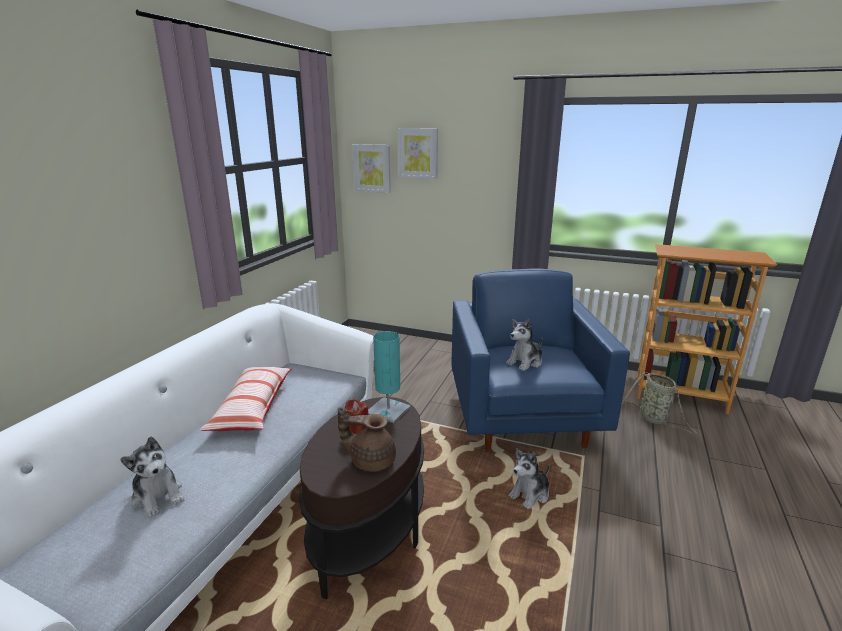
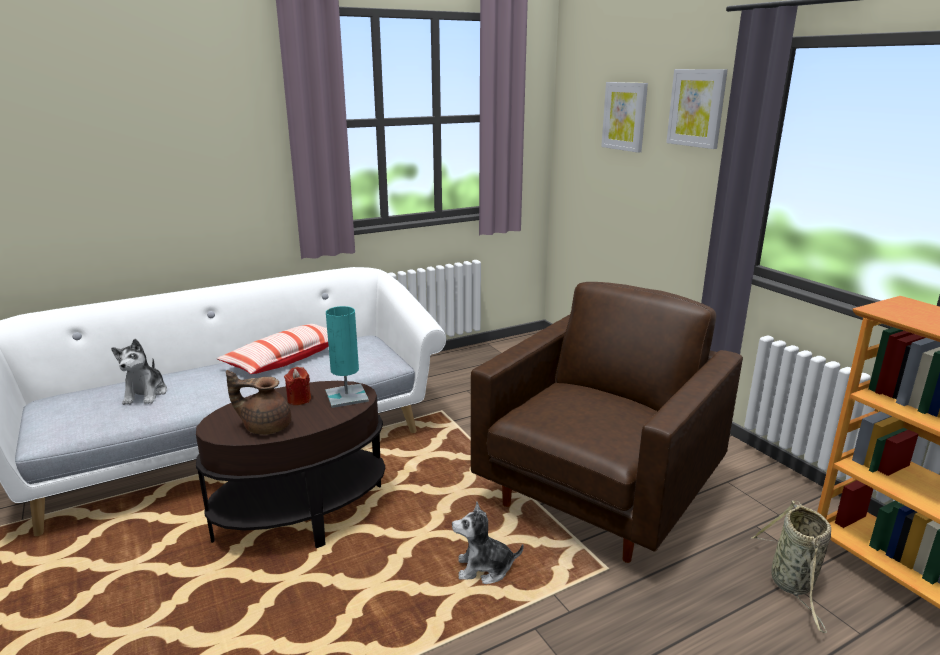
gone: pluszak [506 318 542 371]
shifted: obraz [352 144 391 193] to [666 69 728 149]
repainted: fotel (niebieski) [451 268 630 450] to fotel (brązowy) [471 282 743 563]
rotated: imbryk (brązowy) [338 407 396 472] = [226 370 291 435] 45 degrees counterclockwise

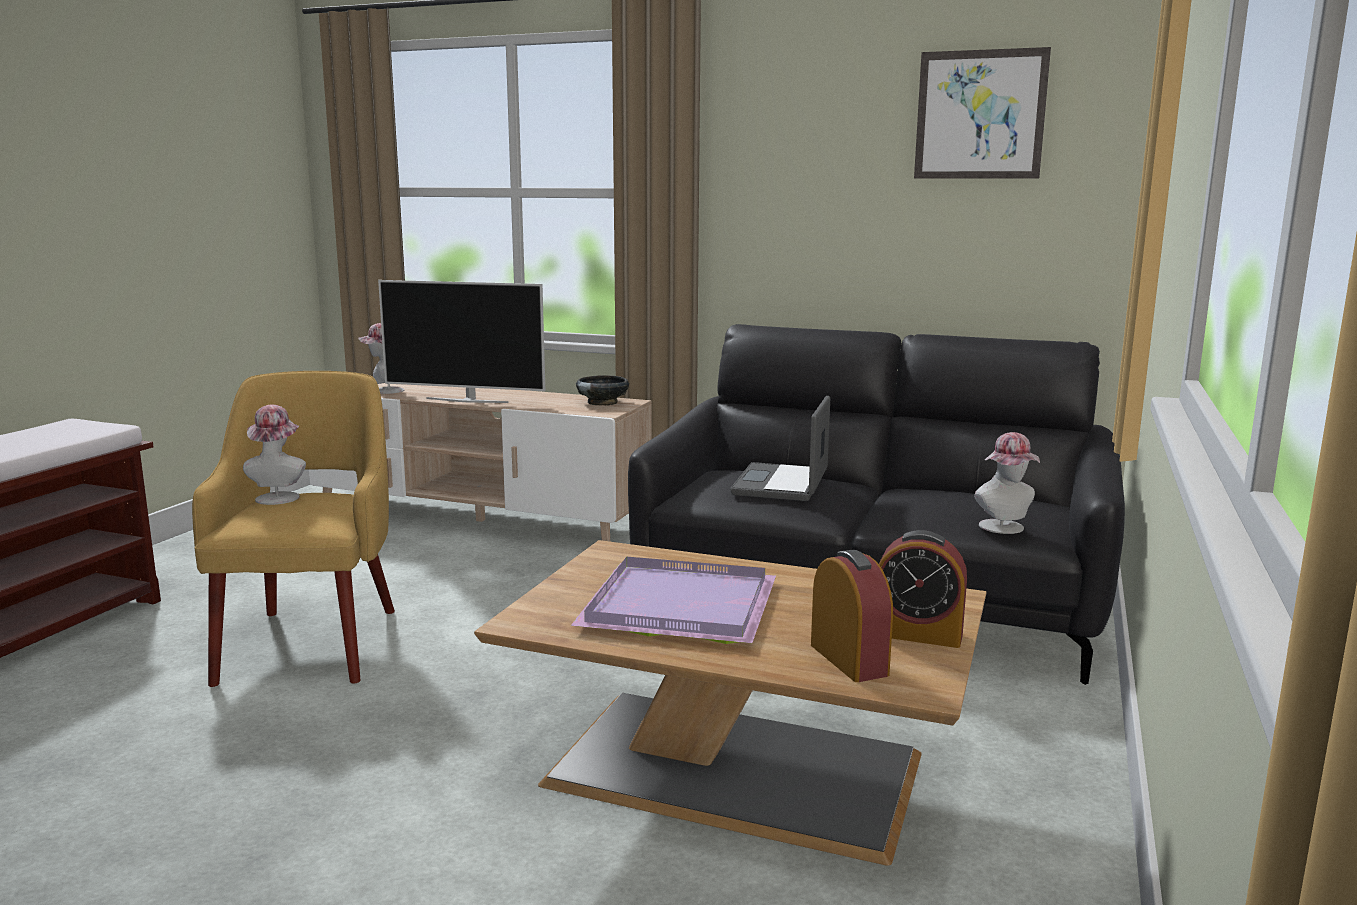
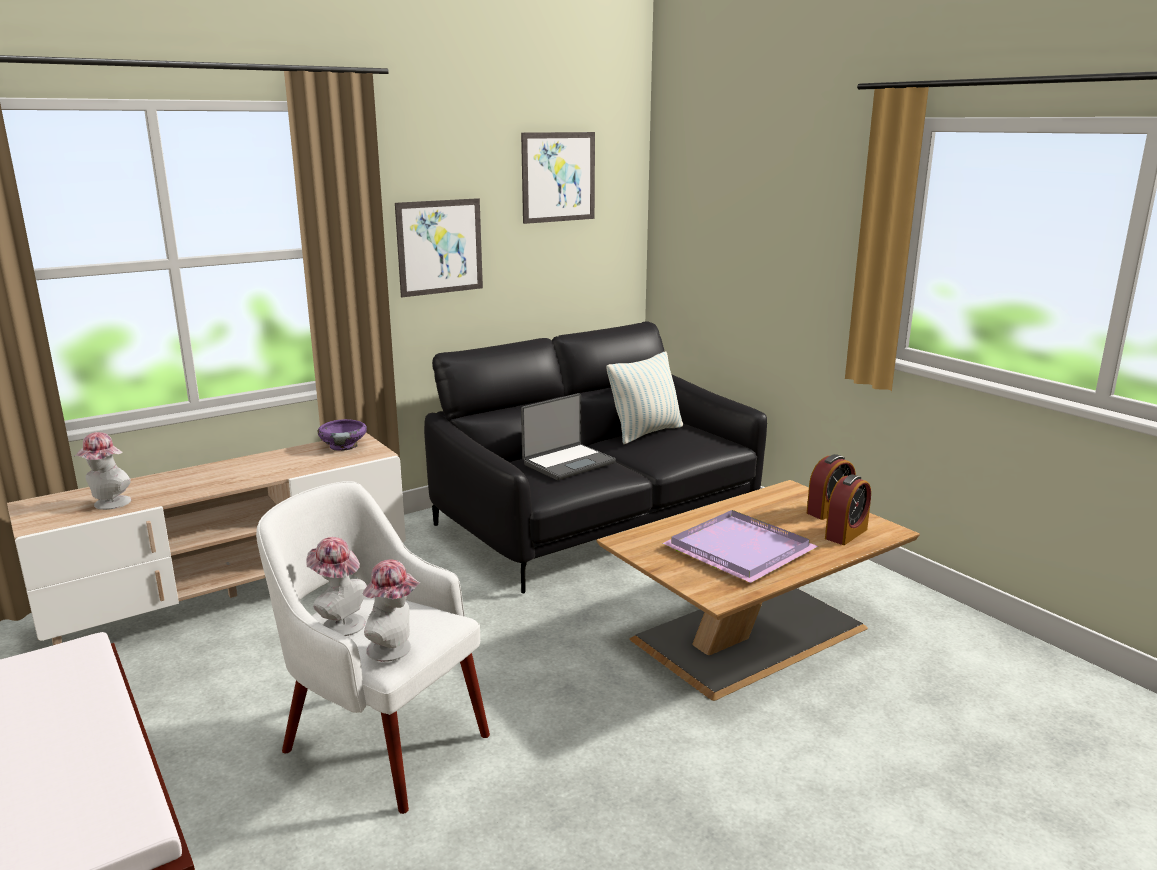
gone: telewizor [378 280 545 403]
new: obraz [395 198 483 297]; poduszka [607 352 683 444]
shifted: kapelusz [974 432 1040 534] to [363 559 421 662]
repainted: fotel (żółty) [192 371 395 687] to fotel (biały) [256 481 490 814]; miska (czarny) [576 376 629 405] to miska (fioletowy) [317 419 367 451]
rotated: laptop [730 396 830 501] = [521 393 616 480] 90 degrees counterclockwise; budzik [811 550 893 682] = [825 474 871 545] 120 degrees clockwise

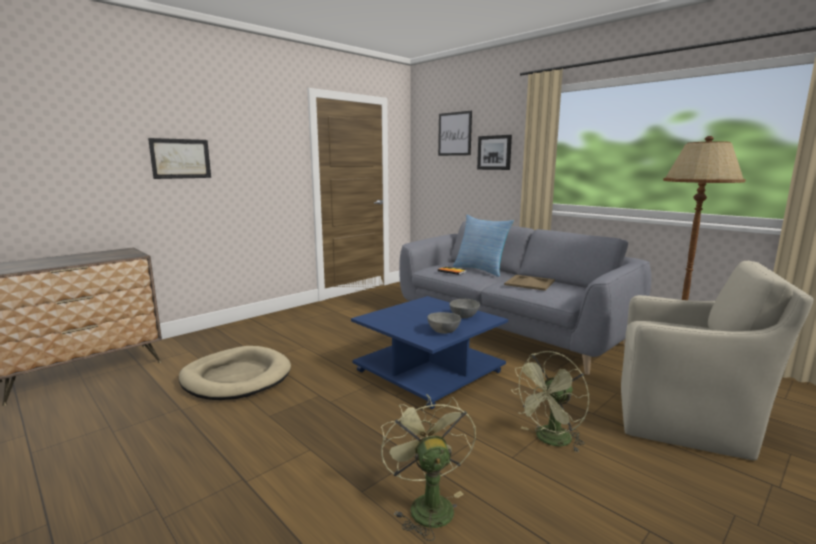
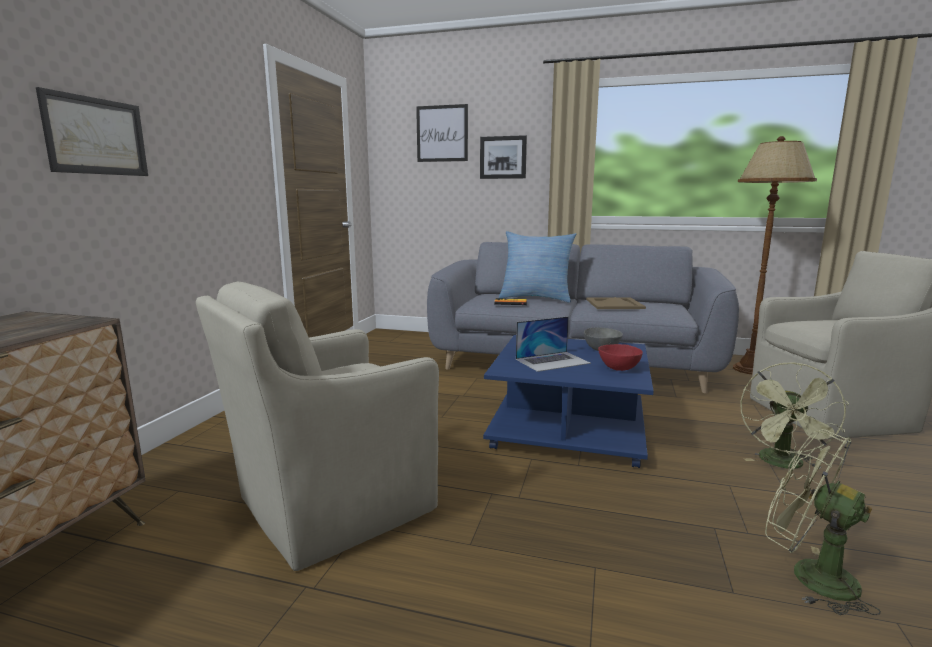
new: laptop [516 316 591 372]
swapped: legowisko (beżowy) [179 346 291 400] to fotel (beżowy) [196 282 439 571]
repainted: miska (szary) [427 312 461 334] to miska (czerwony) [598 344 643 371]

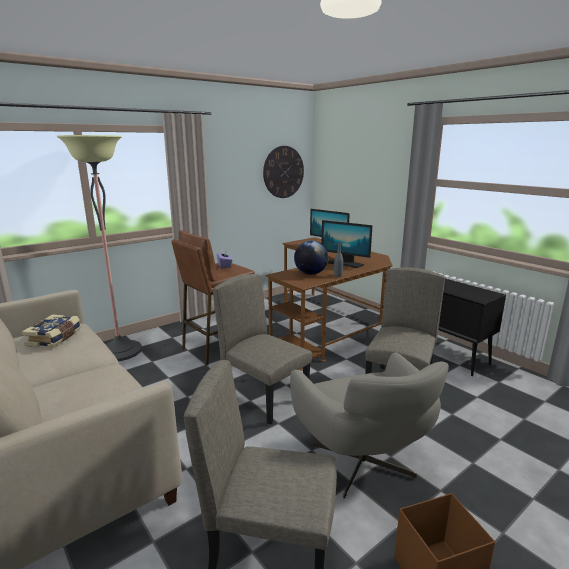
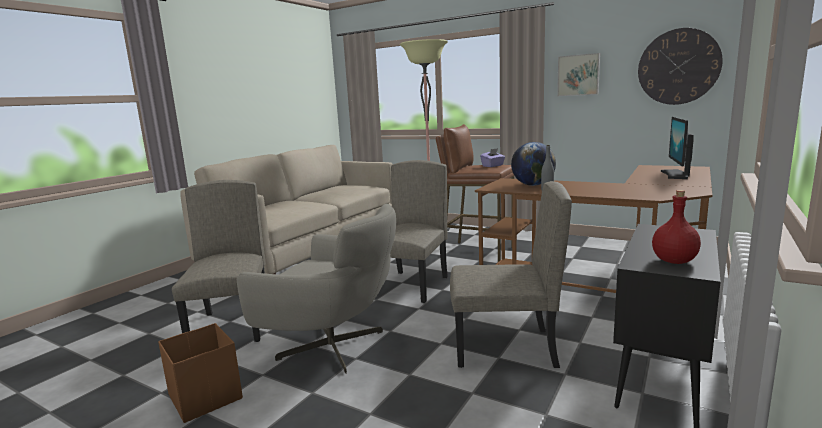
gone: książka [22 314 81 348]; monitor [321 220 373 268]
new: obraz [557 53 600 96]; butelka (czerwony) [652 190 701 264]
rotated: fotel (szary) [290 352 449 499] = [237 204 396 374] 120 degrees counterclockwise

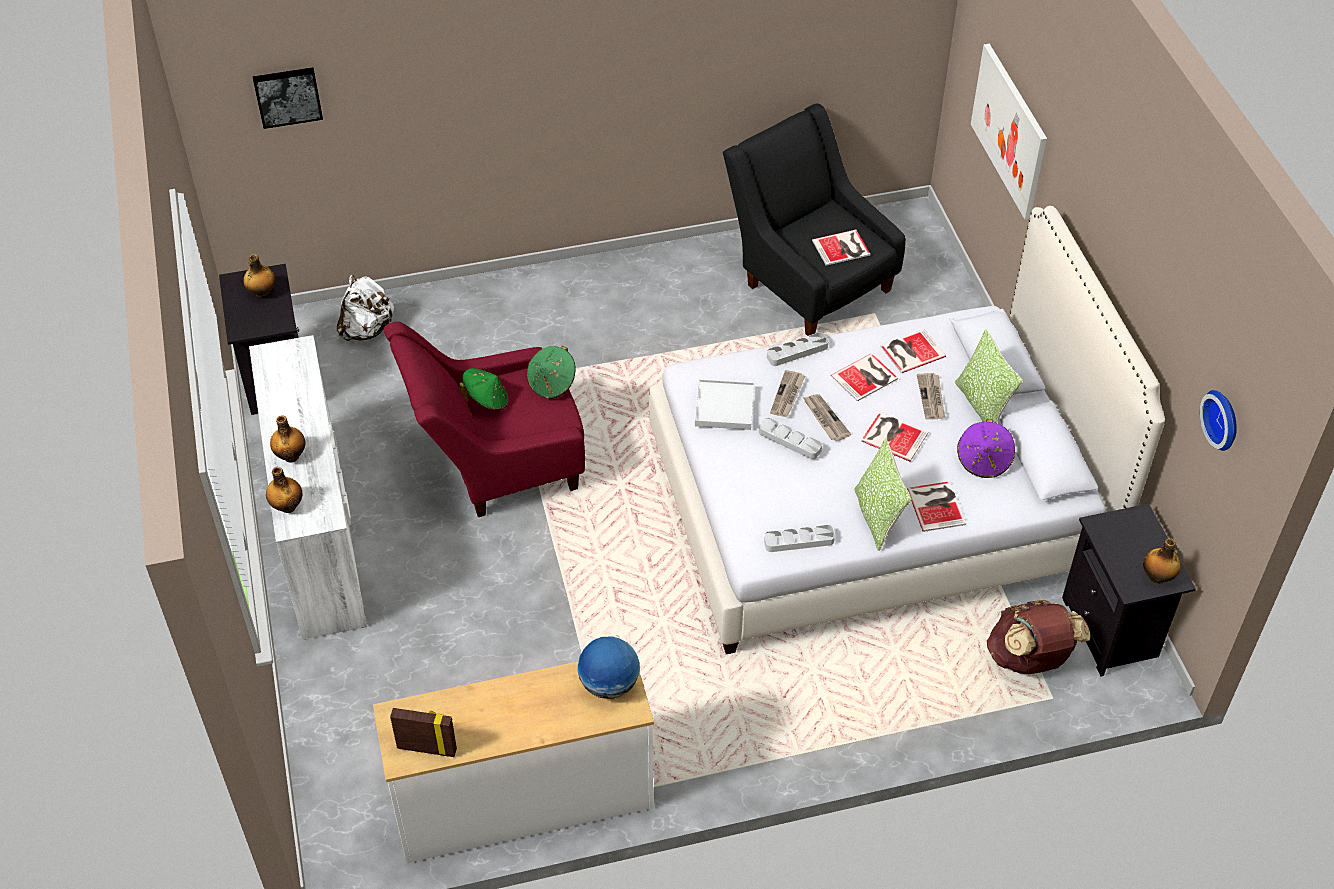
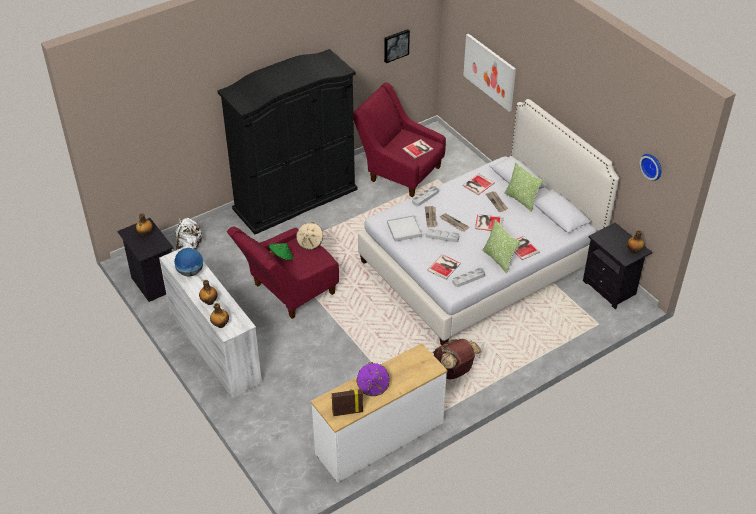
new: szafa (czarny) [217 49 358 235]
shifted: obraz [253 68 323 129] to [384 29 410 63]; globus [577 636 640 699] to [174 248 203 276]; książka [831 353 898 402] to [427 254 461 280]; kapelusz (fioletowy) [957 419 1015 478] to [357 362 390 396]; plecak (brązowy) [987 600 1091 674] to [433 339 481 380]
repainted: kapelusz (zielony) [527 346 576 399] to kapelusz (beżowy) [296 222 323 250]; fotel (czarny) [723 103 906 336] to fotel (czerwony) [353 82 446 197]

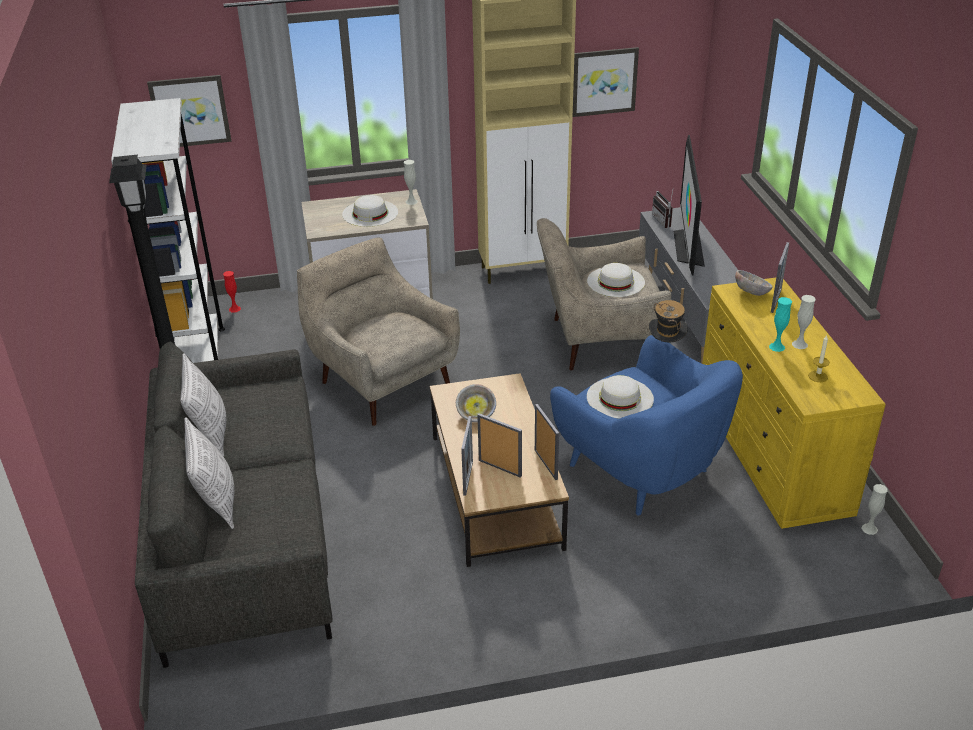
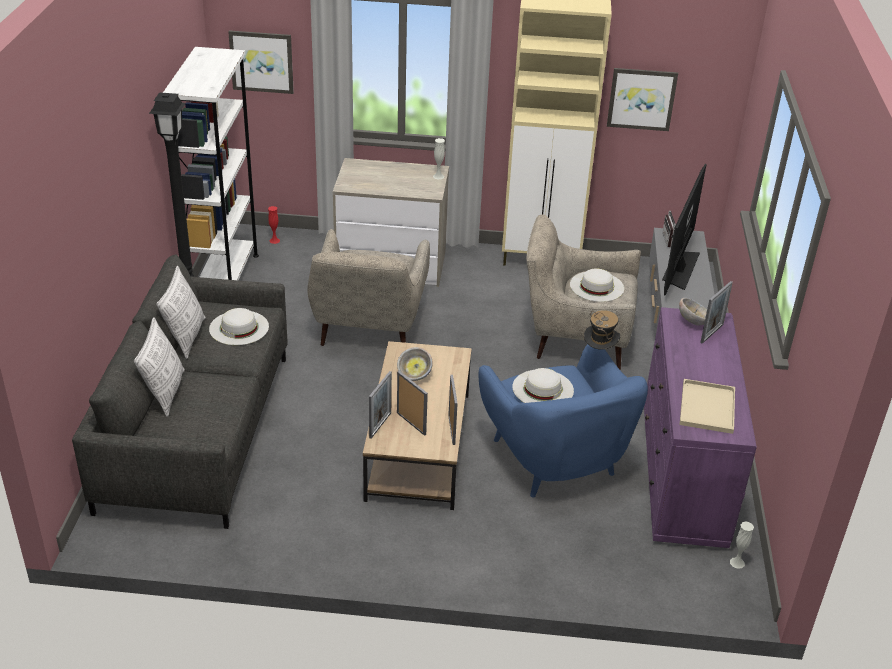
gone: wazon (turkusowy) [769 297 792 352]; wazon (biały) [792 295 816 349]
shifted: kapelusz (biały) [342 195 398 227] to [209 308 269 345]
swapped: świeca [808 335 830 382] to taca (beżowy) [680 379 735 434]
repainted: komoda (żółty) [702 278 886 529] to komoda (fioletowy) [644 307 757 548]
rotated: fotel (beżowy) [297 237 460 426] = [307 229 430 346] 150 degrees counterclockwise

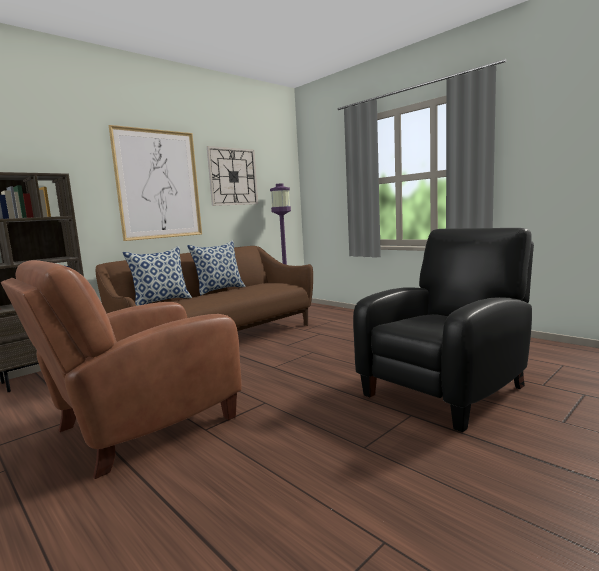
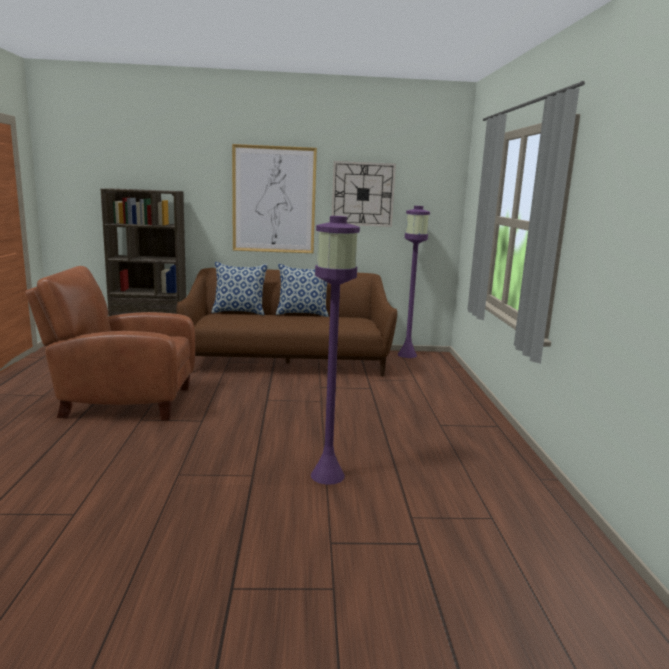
swapped: fotel (czarny) [353 228 534 432] to lampa stojąca (fioletowy) [311 216 360 485]

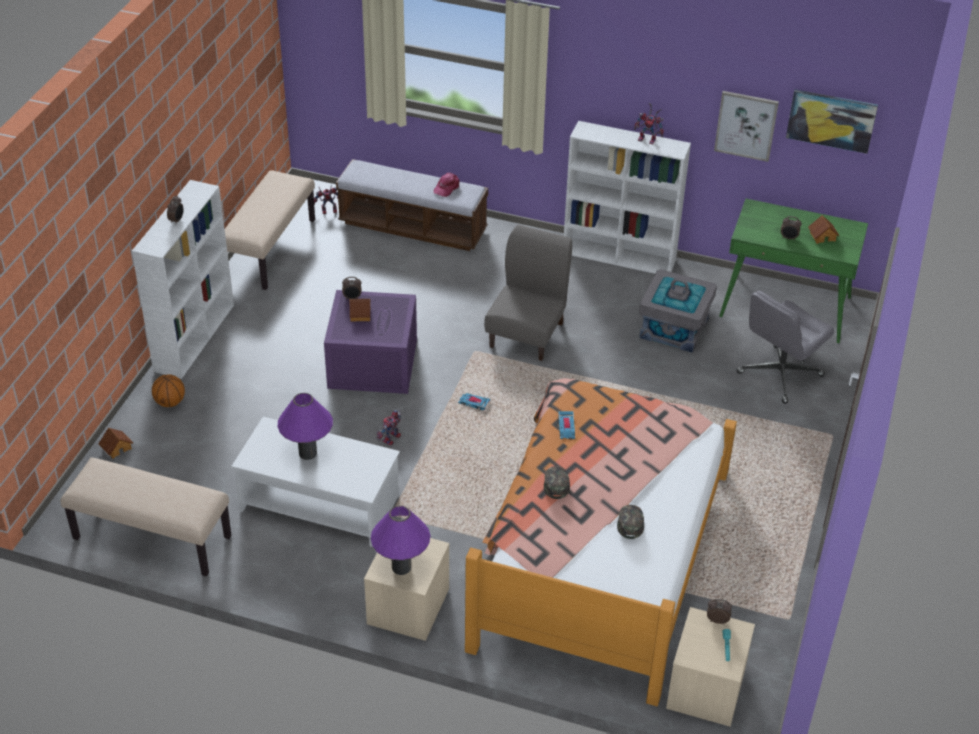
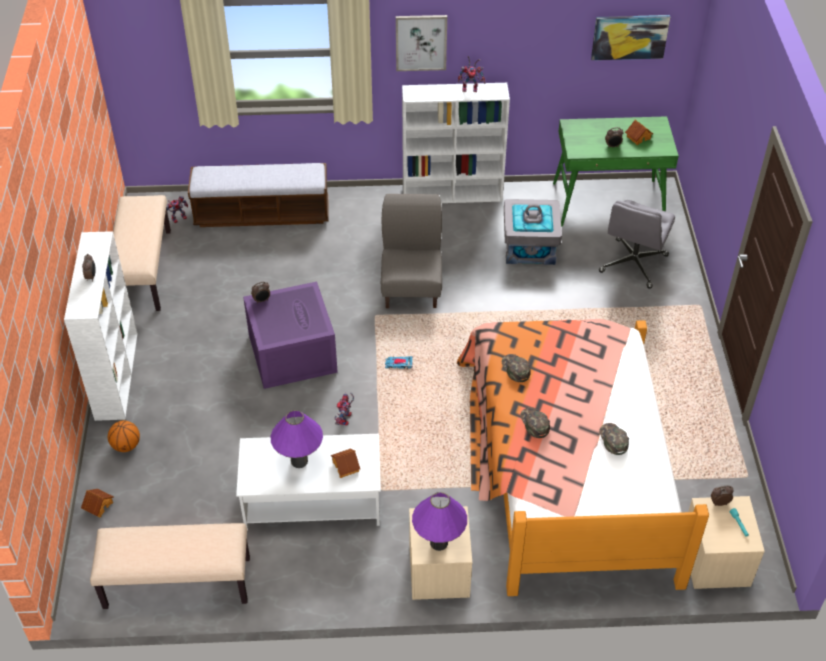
gone: czapka z daszkiem (różowy) [434 173 459 197]
shifted: domek [349 299 371 322] to [331 449 360 478]; obraz [714 91 779 162] to [396 15 447 71]
swapped: samochodzik [558 411 575 439] to czapka z daszkiem (zielony) [502 354 531 382]

